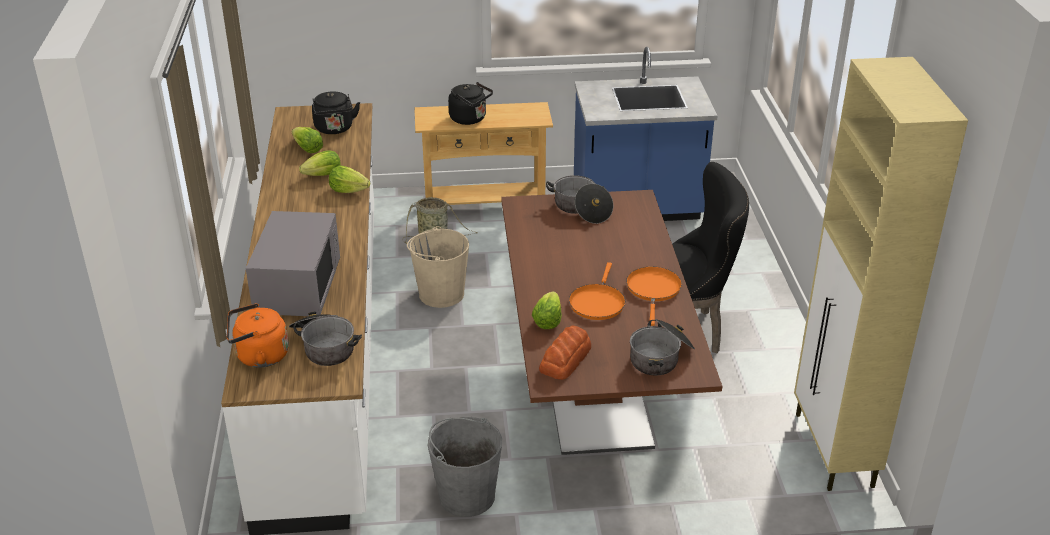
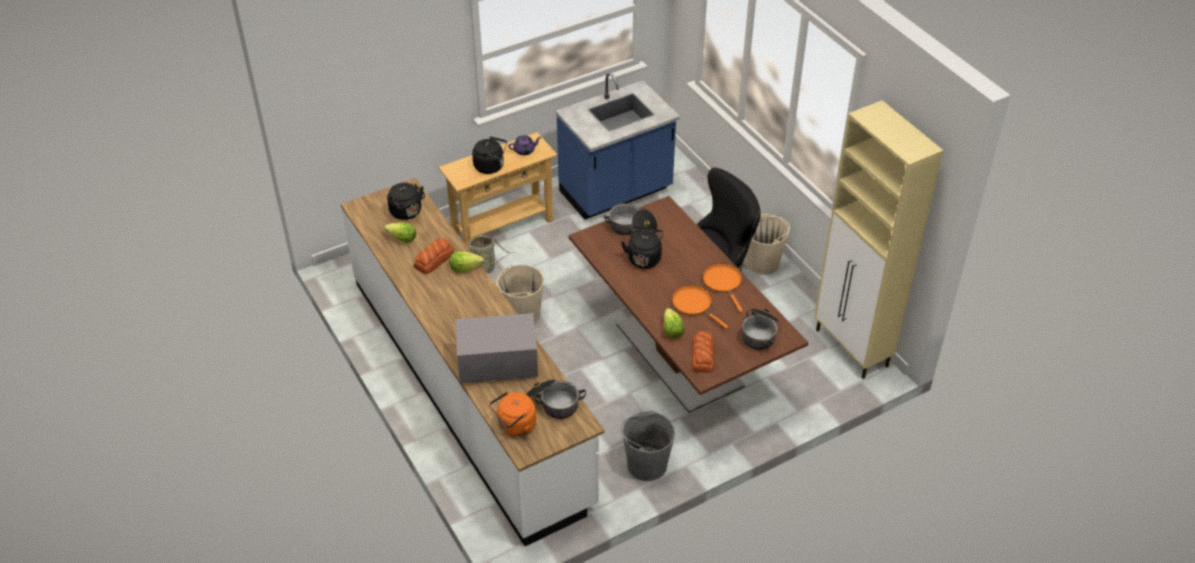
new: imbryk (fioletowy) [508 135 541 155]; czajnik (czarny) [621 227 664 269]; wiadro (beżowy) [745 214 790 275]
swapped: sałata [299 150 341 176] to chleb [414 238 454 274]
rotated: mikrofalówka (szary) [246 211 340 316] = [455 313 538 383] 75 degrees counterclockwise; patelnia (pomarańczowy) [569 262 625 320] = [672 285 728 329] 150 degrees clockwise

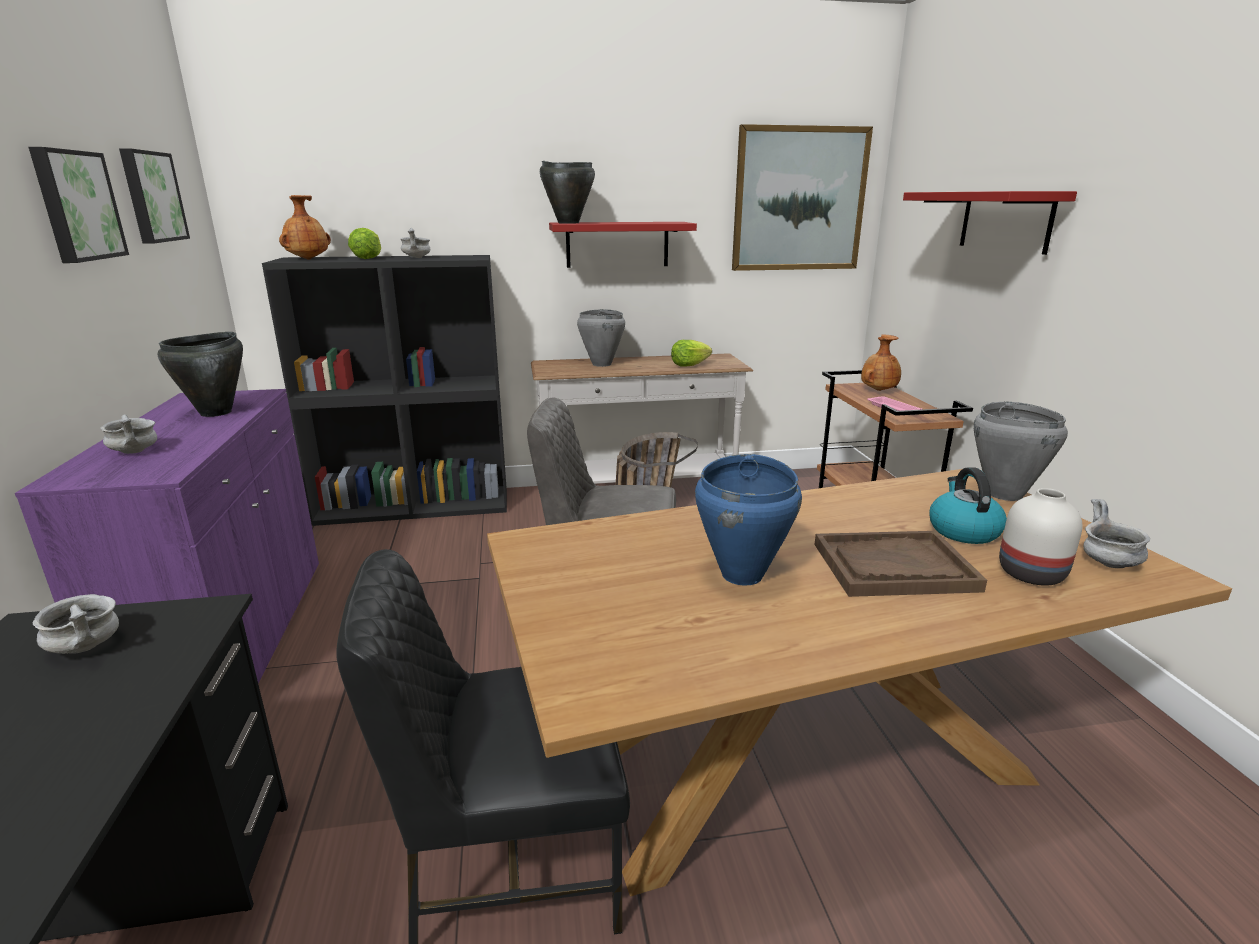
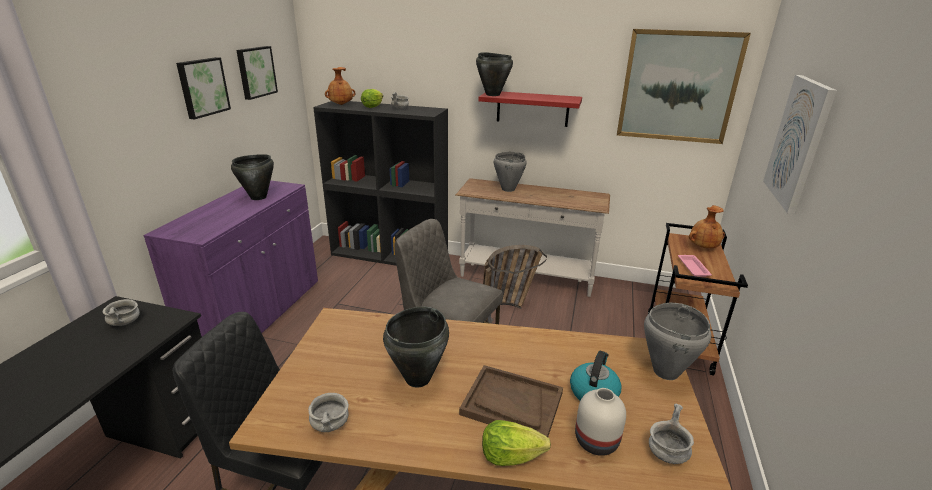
shifted: miska (szary) [100 415 157 454] to [308 393 349 432]; sałata [671 340 712 367] to [482 420 551 466]
swapped: półka (czerwony) [903 191 1077 255] to obraz [763 75 837 214]
repainted: garnek (niebieski) [695 454 802 586] to garnek (czarny) [383 307 449 388]

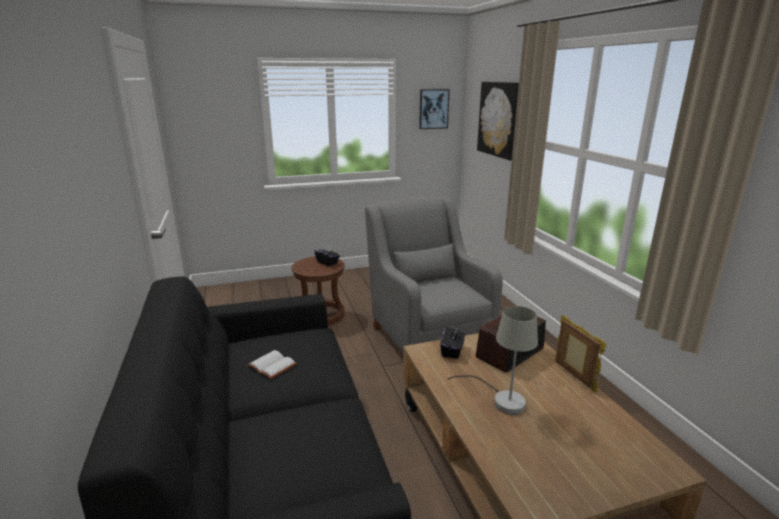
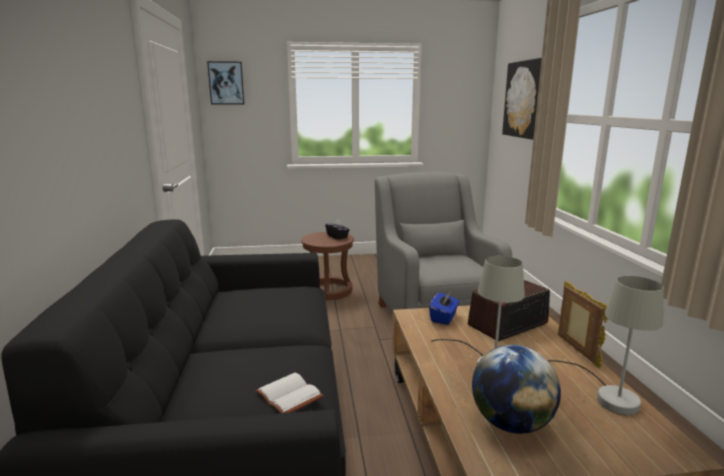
new: globus [472 345 561 434]; lampa stołowa (szary) [547 276 664 415]
shifted: książka (biały) [247 350 297 379] to [255 373 323 413]; obraz [419 89 450 129] to [207 61 245 105]
repainted: pudełko chusteczek (czarny) [440 327 465 359] to pudełko chusteczek (niebieski) [429 292 459 325]

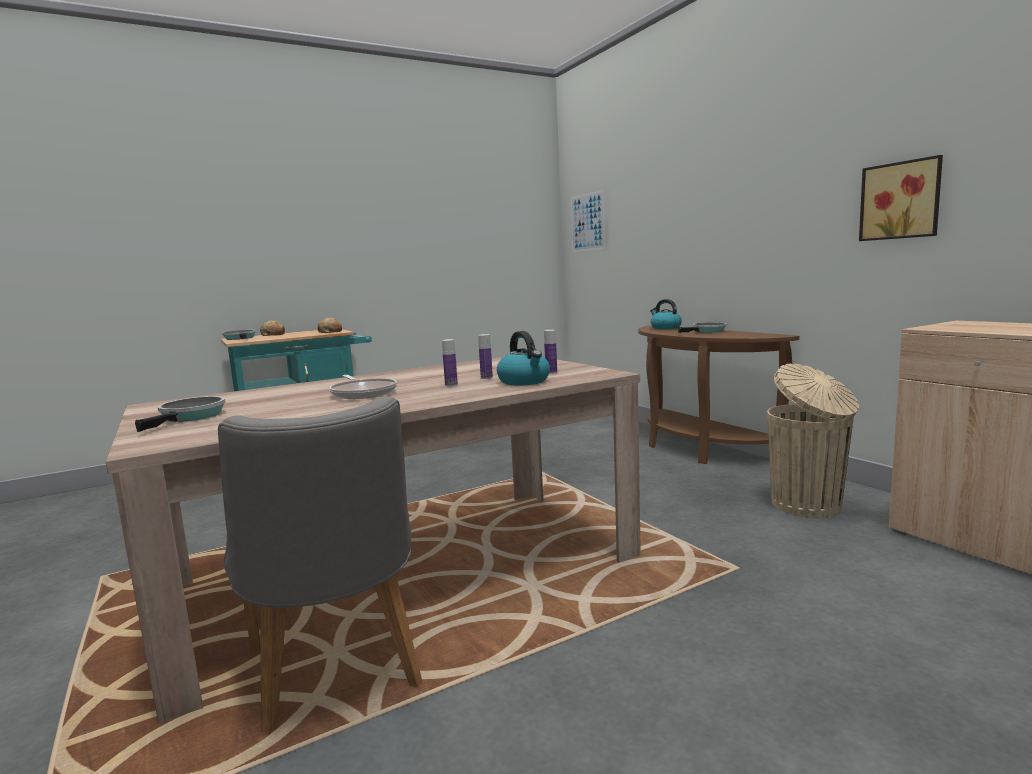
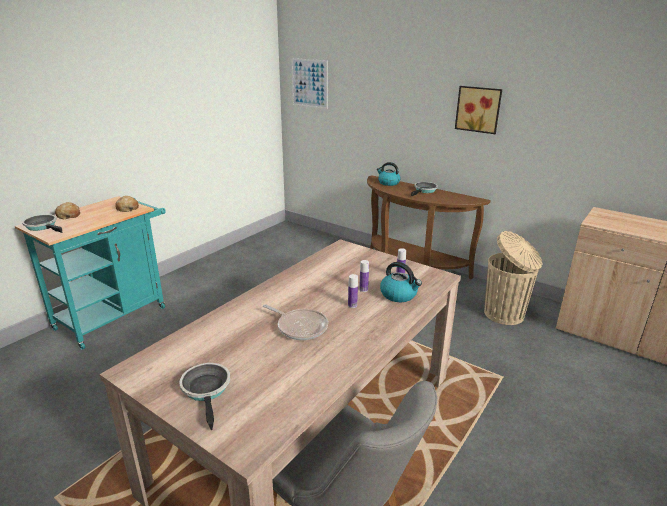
shifted: obraz [859 155 943 241] to [455 86 502 134]

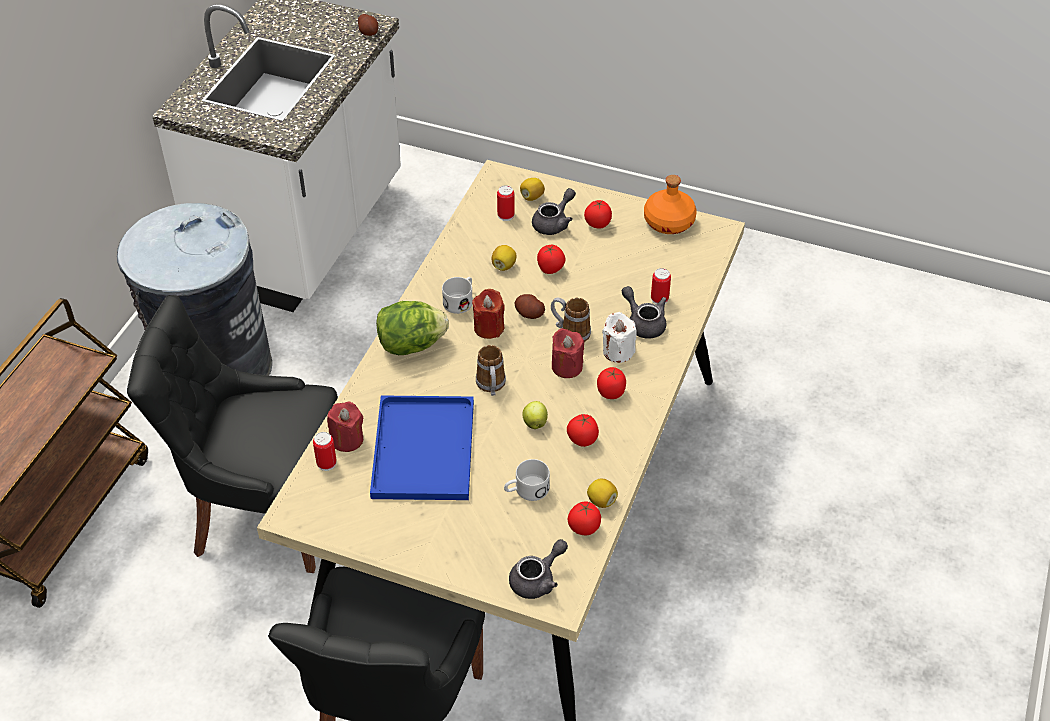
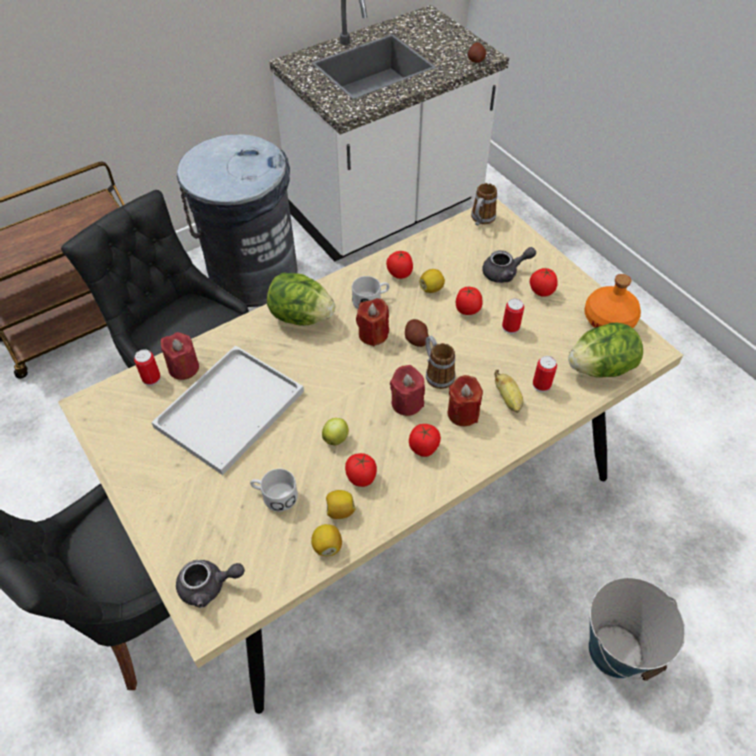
new: sałata [568 322 643 378]; wiadro [589 577 686 681]
shifted: kubek [476 345 506 396] to [471 183 497 226]; puszka [497 185 515 221] to [502 298 524 334]; cytryna [520 178 545 201] to [326 490 355 519]; pomidor [568 501 601 535] to [386 250 413 279]
swapped: imbryk (szary) [622 286 666 339] to banan [494 370 523 413]
repainted: taca (niebieski) [370 395 474 500] to taca (biały) [151 345 304 475]; świeca (biały) [602 312 637 363] to świeca (czerwony) [447 375 483 426]

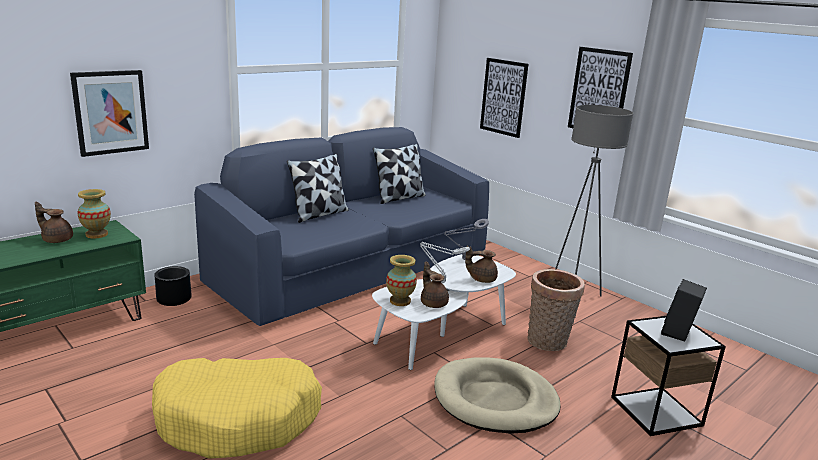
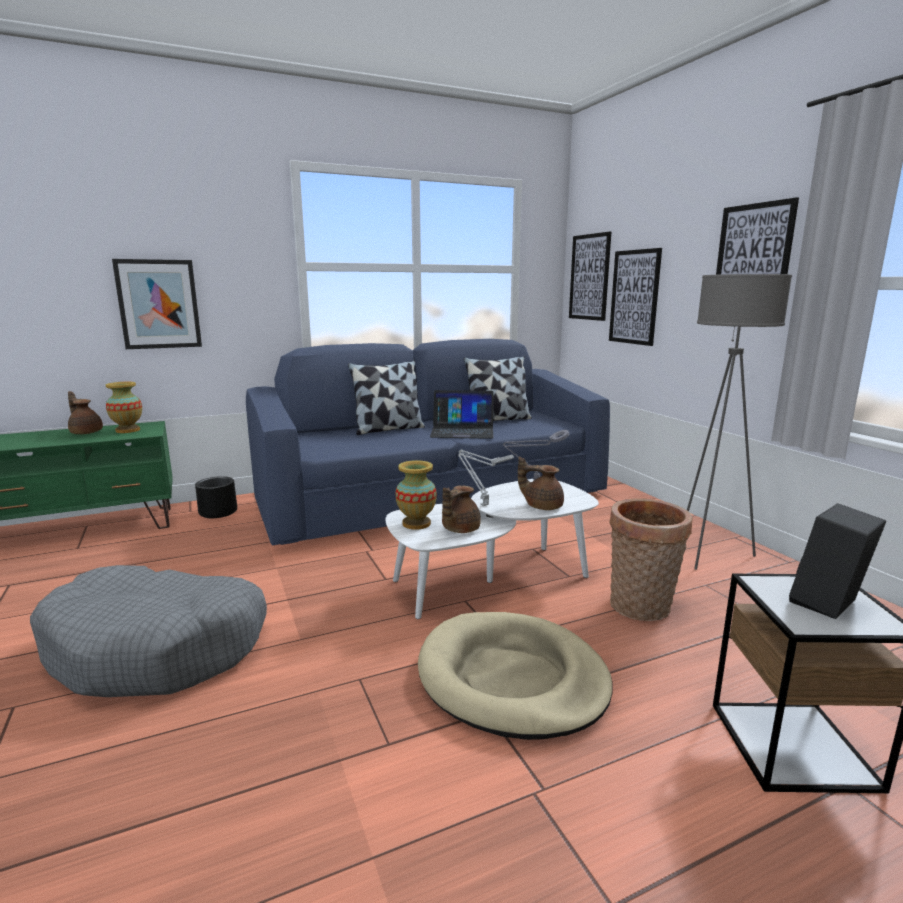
new: laptop [430 390 494 439]; obraz [569 232 611 321]
repainted: legowisko (żółty) [152 358 322 459] to legowisko (szary) [30 565 267 697]
rotated: imbryk (brązowy) [421 261 449 308] = [442 485 481 533] 135 degrees counterclockwise

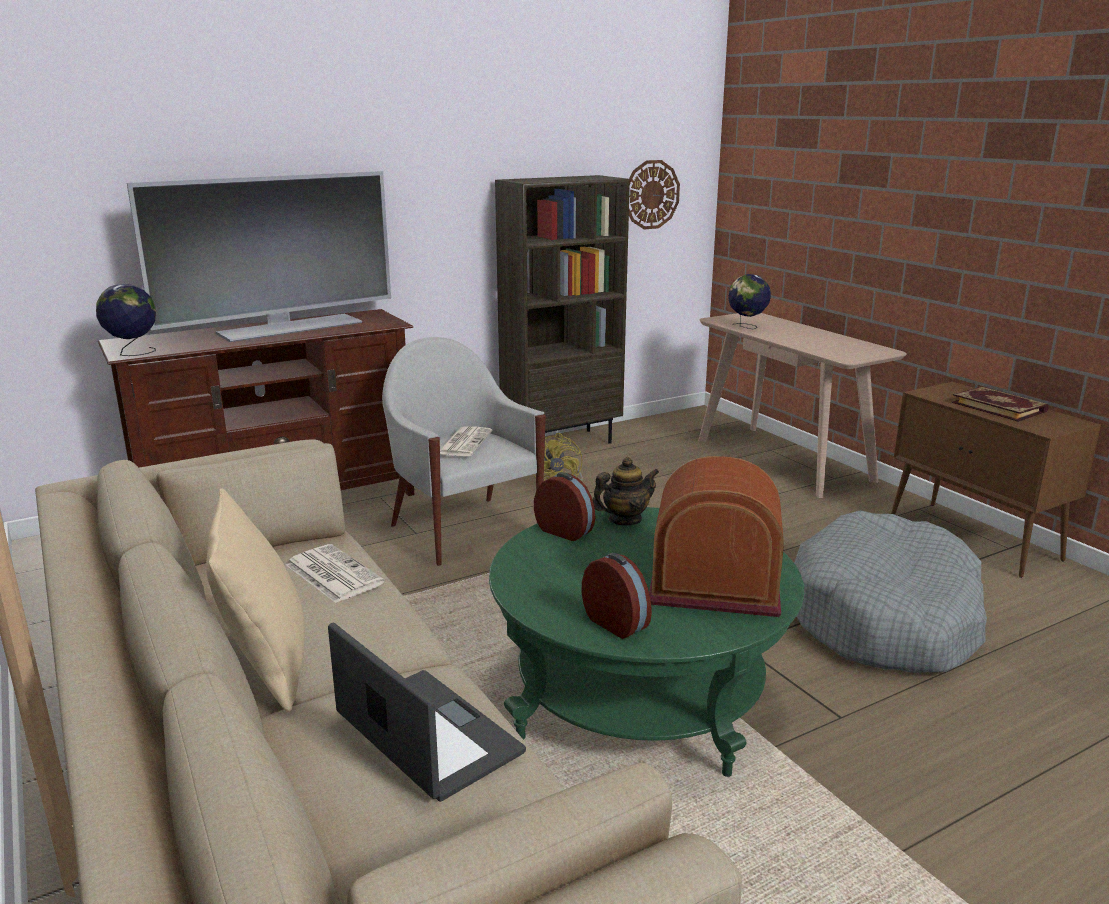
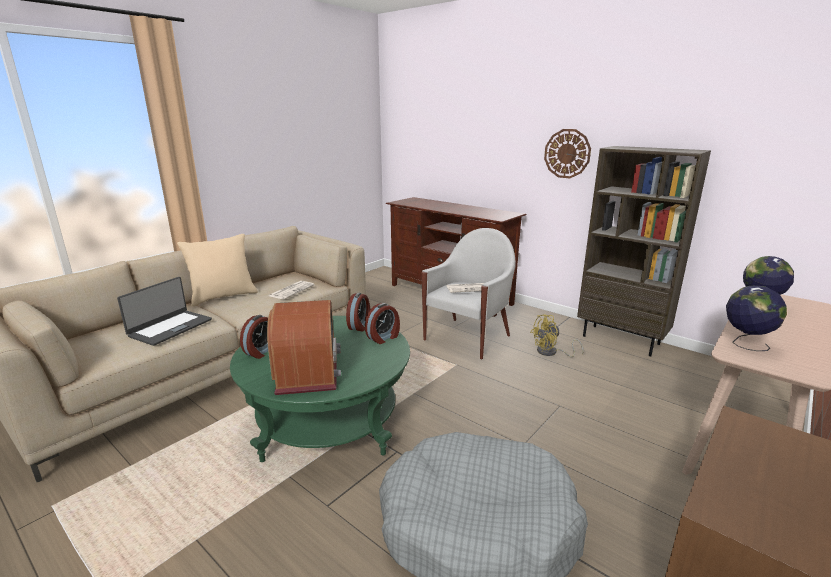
gone: telewizor [127 171 391 342]; książka [951 387 1049 422]
shifted: globus [96 284 156 356] to [726 286 787 351]; zegar ścienny [629 160 680 229] to [544 129 591 178]
swapped: imbryk [593 457 659 526] to budzik [365 303 400 344]

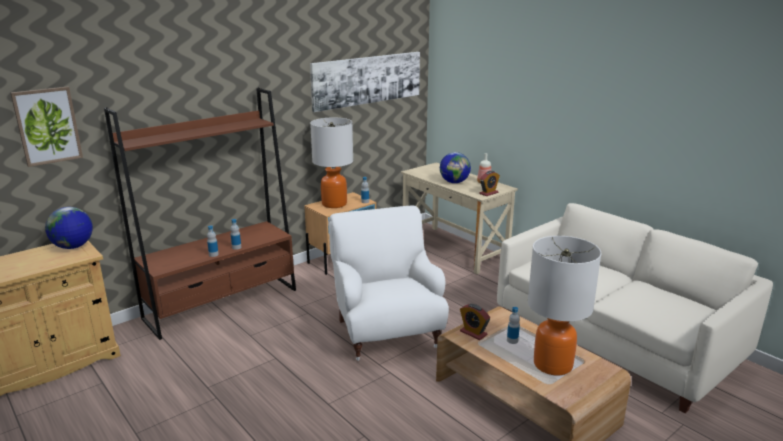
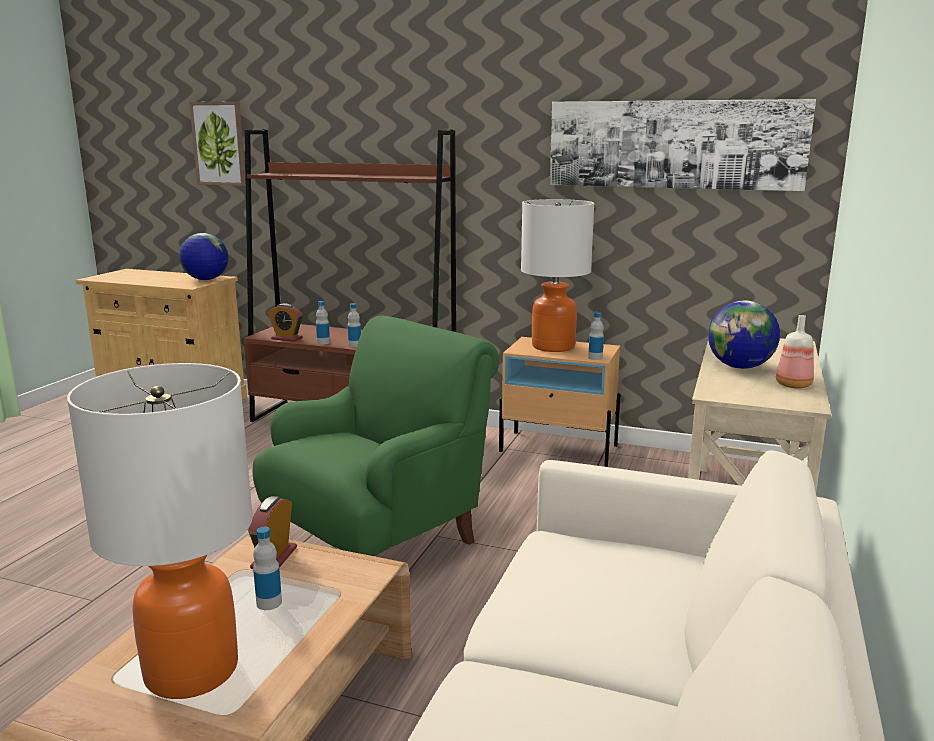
shifted: budzik [479 171 500 196] to [268 303 303 342]
repainted: fotel (biały) [328 206 449 361] to fotel (zielony) [253 316 499 556]

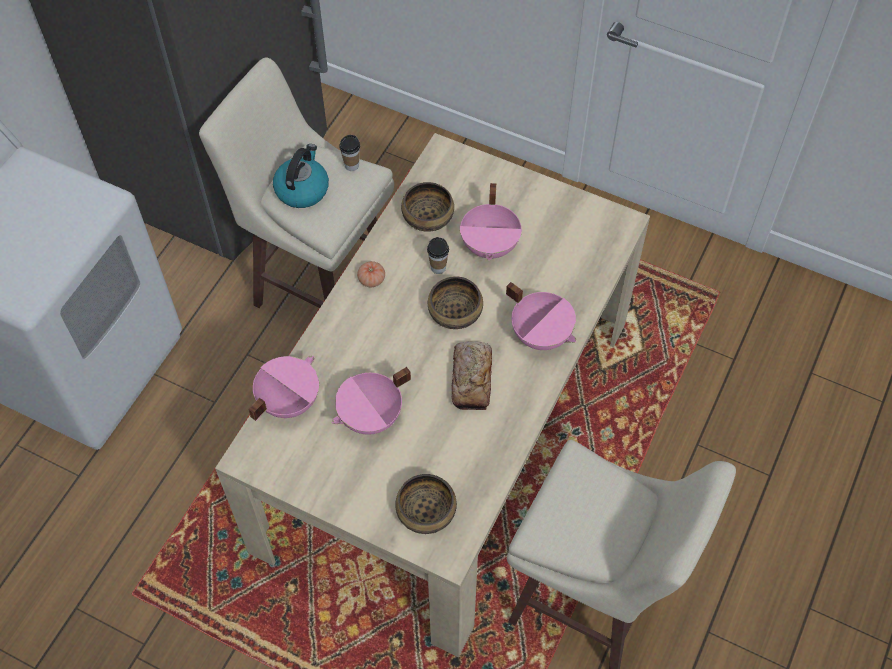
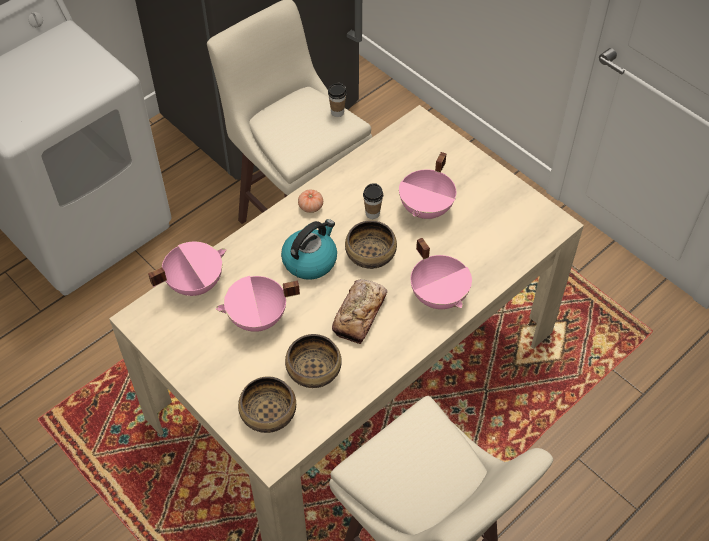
shifted: czajnik [273 144 329 208] to [281 219 337 280]; miska [401 182 454 232] to [285 334 342 388]

